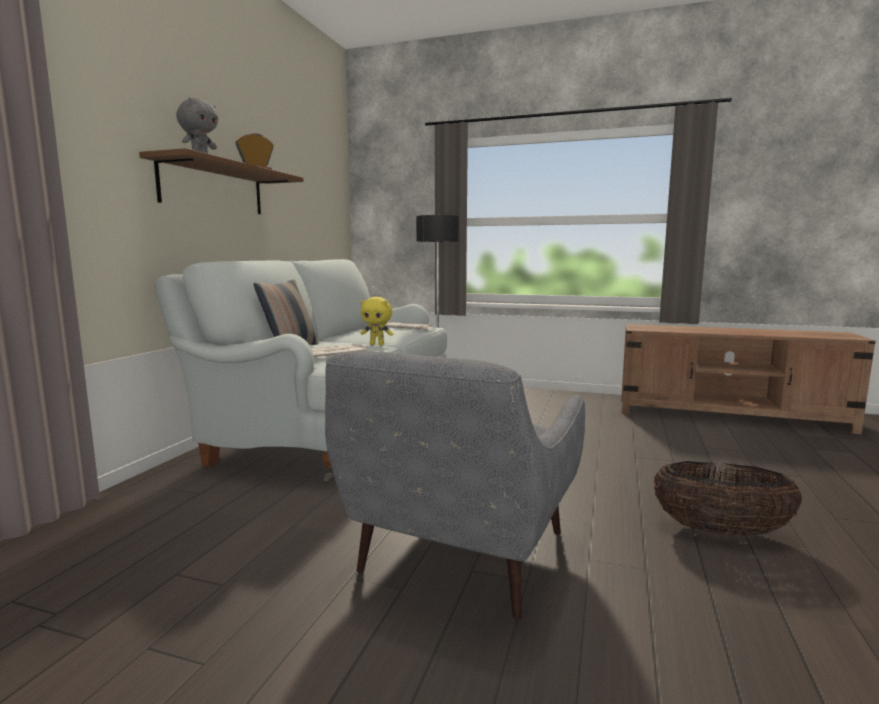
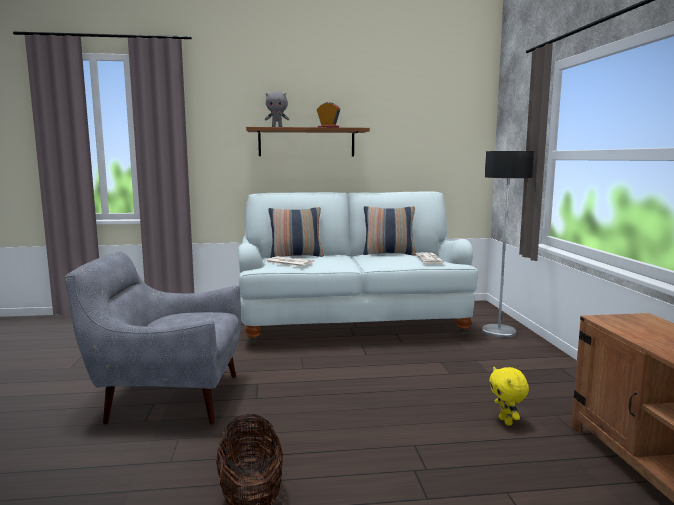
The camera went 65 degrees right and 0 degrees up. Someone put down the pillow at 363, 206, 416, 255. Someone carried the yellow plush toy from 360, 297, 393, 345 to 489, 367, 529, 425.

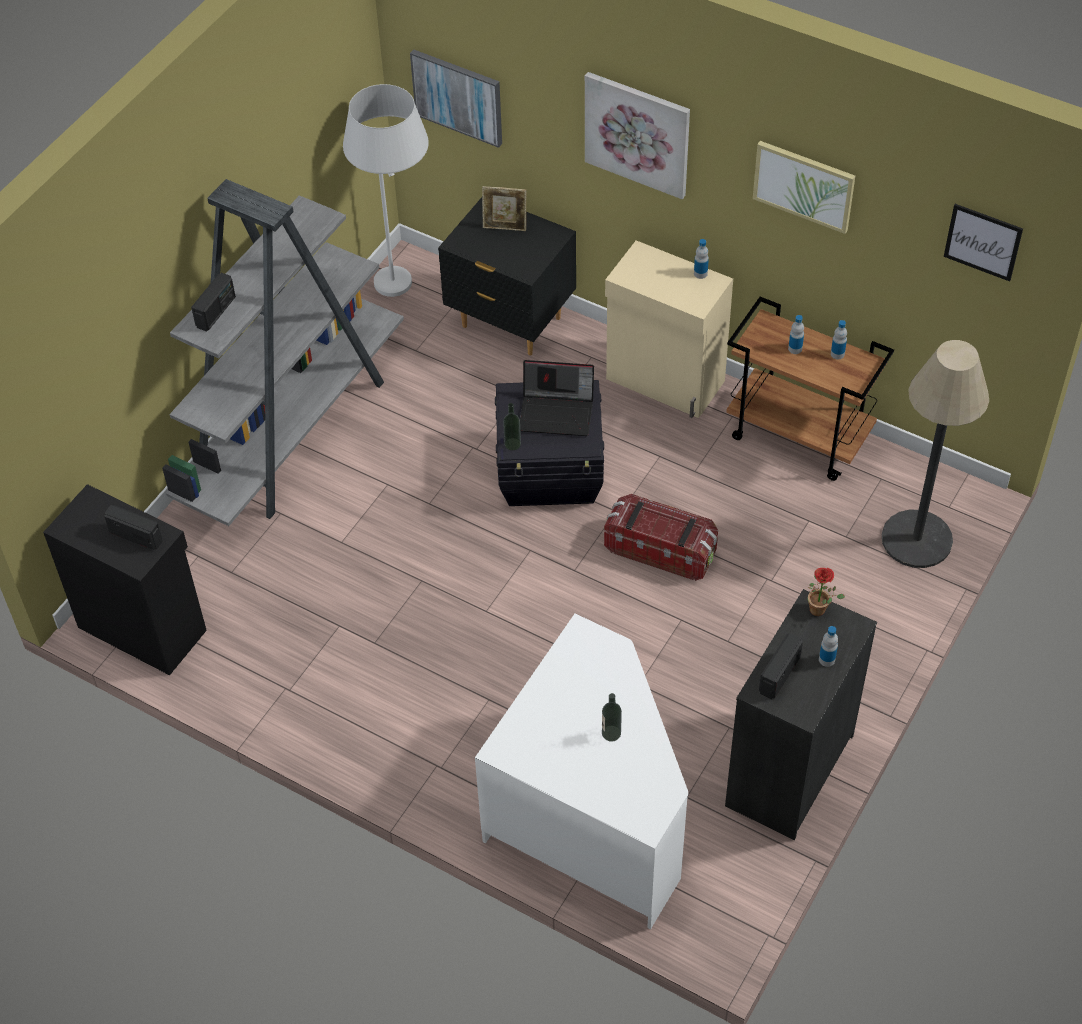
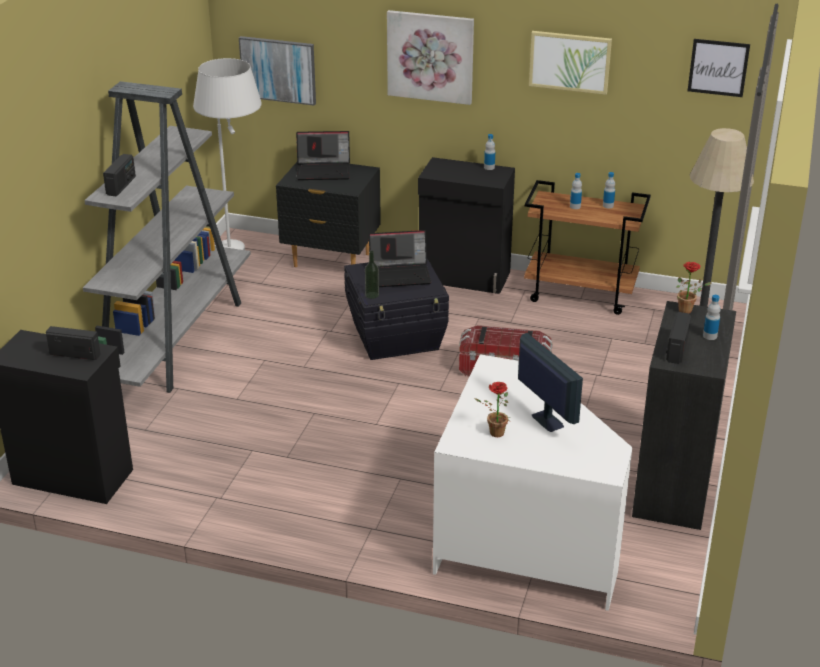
The camera went 15 degrees left and 20 degrees down. Someone put down the plant in a pot at 474, 382, 511, 437. Someone swapped the photo frame at 482, 186, 526, 231 for the notebook computer at 296, 131, 350, 180. Someone swapped the drink bottle at 602, 693, 622, 742 for the monitor at 518, 333, 583, 432. Someone repainted the beige-coloured cabinet at 605, 240, 733, 418, which became the black cabinet at 418, 157, 515, 294.

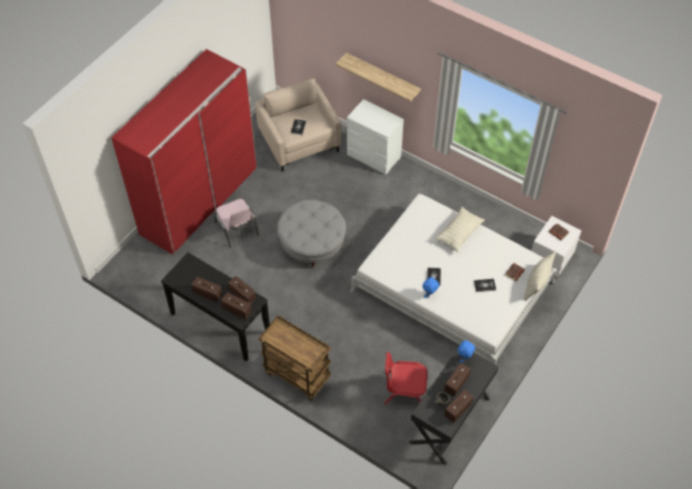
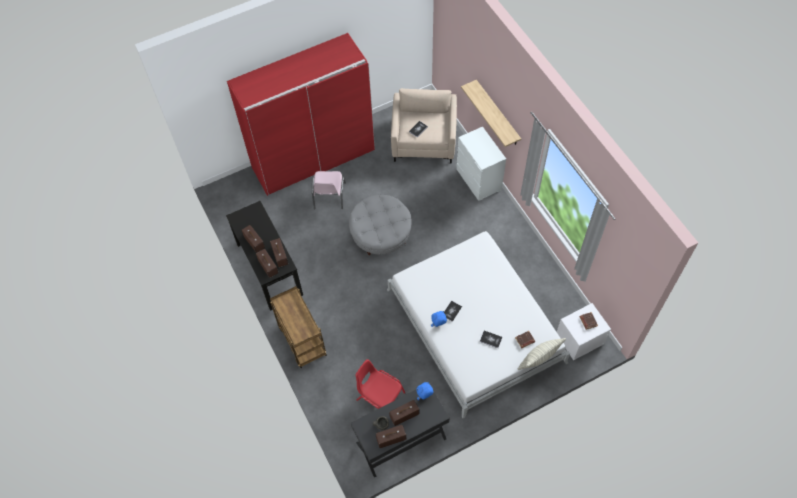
The camera went 30 degrees right and 5 degrees up. Someone took away the pillow at 434, 207, 484, 252.

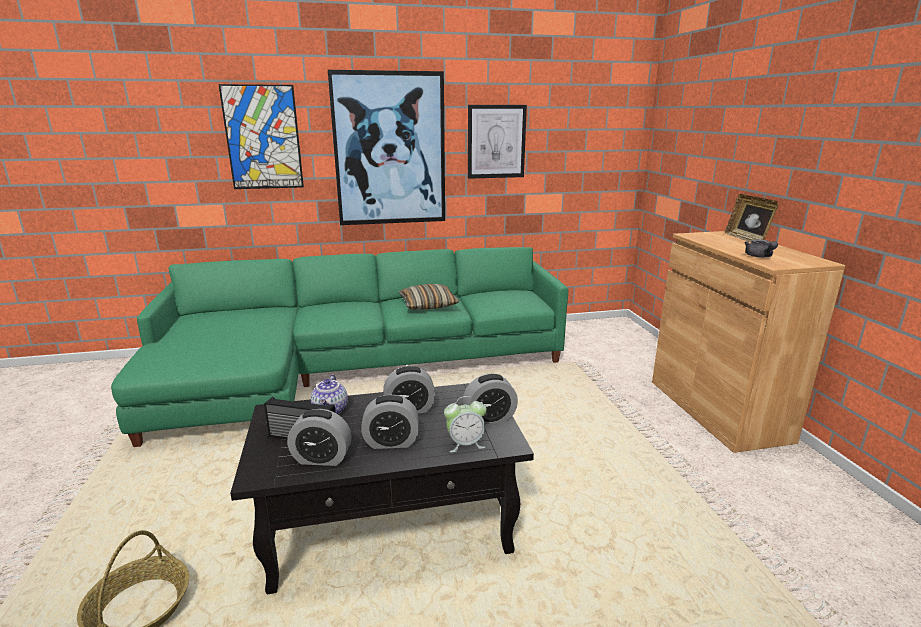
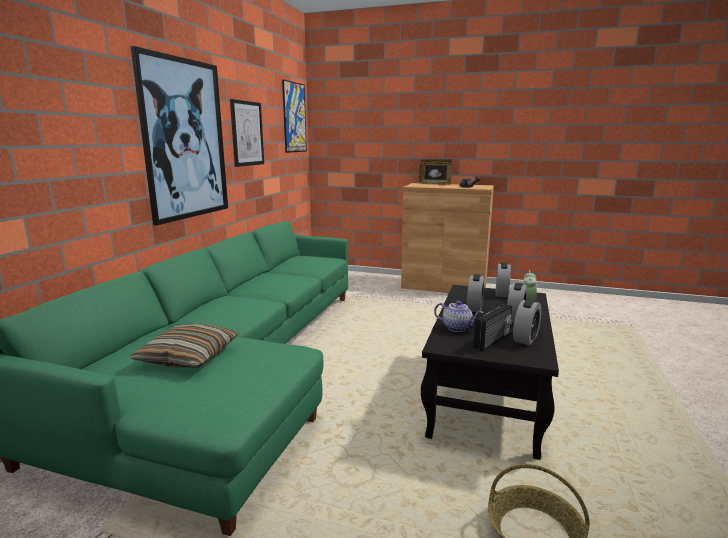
The camera went 60 degrees left and 5 degrees down. Someone carried the picture from 218, 84, 304, 189 to 282, 79, 307, 153. Someone carried the pillow from 398, 284, 459, 310 to 130, 323, 239, 368.

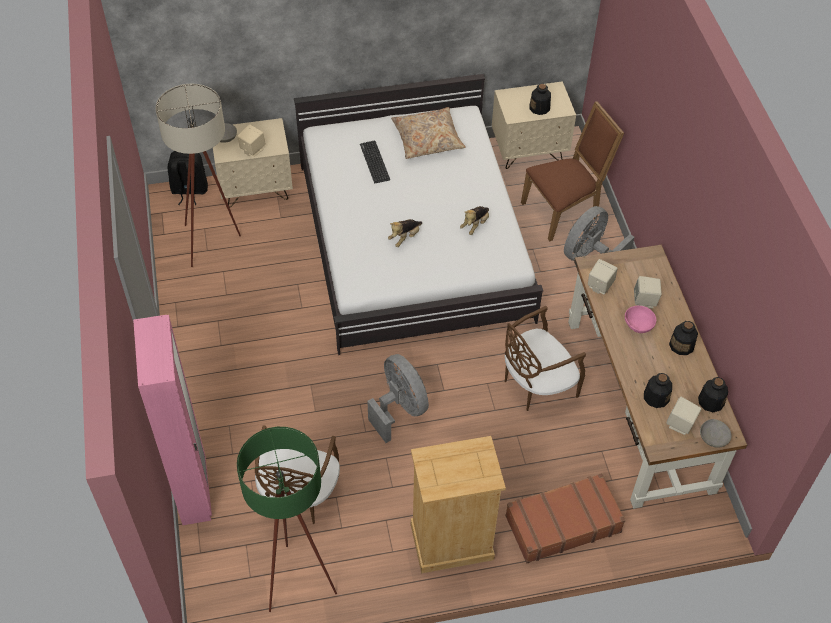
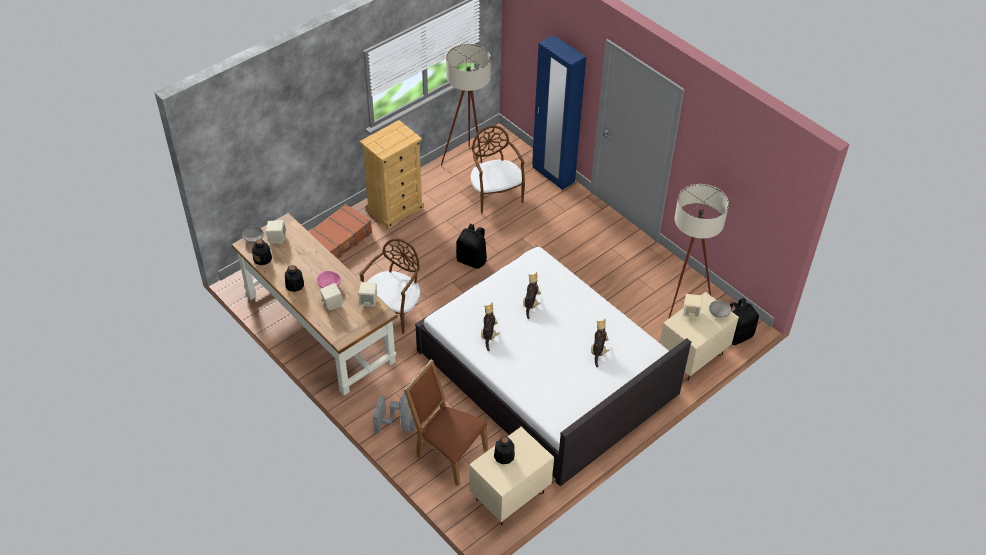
The camera went 150 degrees right and 5 degrees down. Someone took away the beige-coloured pillow at 391, 107, 466, 159. Someone took away the drink bottle at 644, 373, 672, 408. Someone swapped the PC keyboard at 360, 141, 390, 183 for the plush toy at 591, 319, 609, 368. Someone swapped the grey fan at 367, 354, 429, 443 for the black backpack at 456, 224, 487, 269. Someone repainted the pinkish wardrobe at 133, 315, 212, 525, which became the bluish wardrobe at 532, 35, 586, 190. Someone repainted the green-coloured standard lamp at 237, 427, 337, 612, which became the beige-coloured standard lamp at 441, 44, 491, 166. Someone rotated the brown-coloured plain chair at 521, 101, 624, 241 by 90 degrees clockwise.

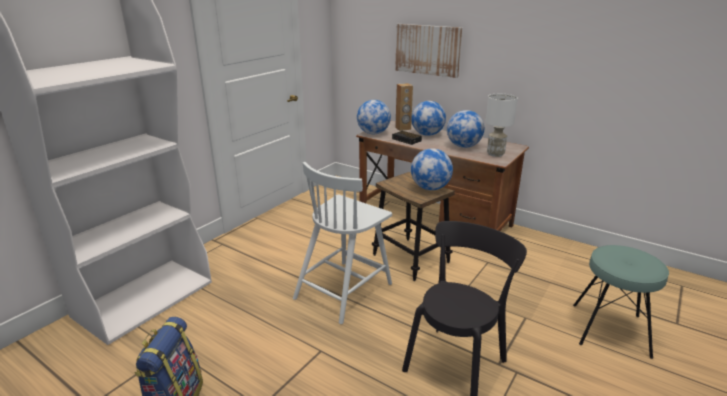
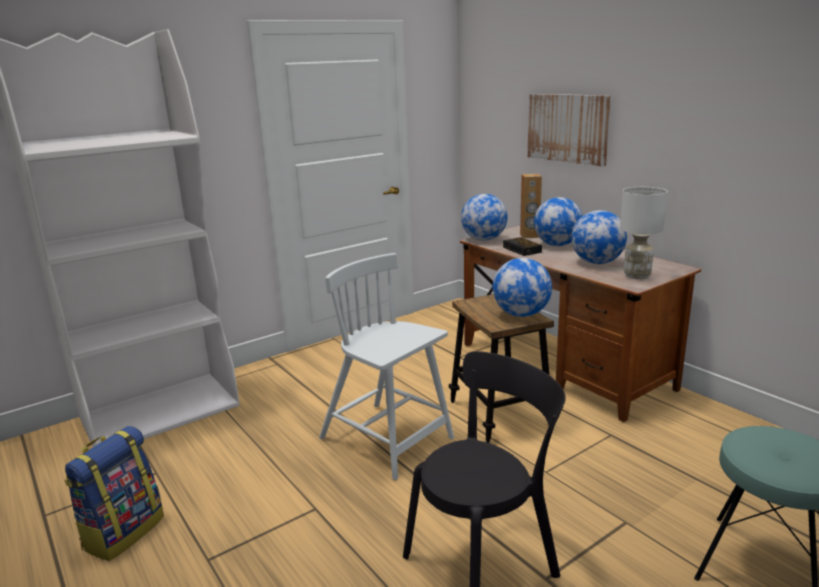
The camera went 20 degrees right and 5 degrees down. Someone rotated the white-coloured plain chair at 293, 162, 392, 324 by 75 degrees clockwise.

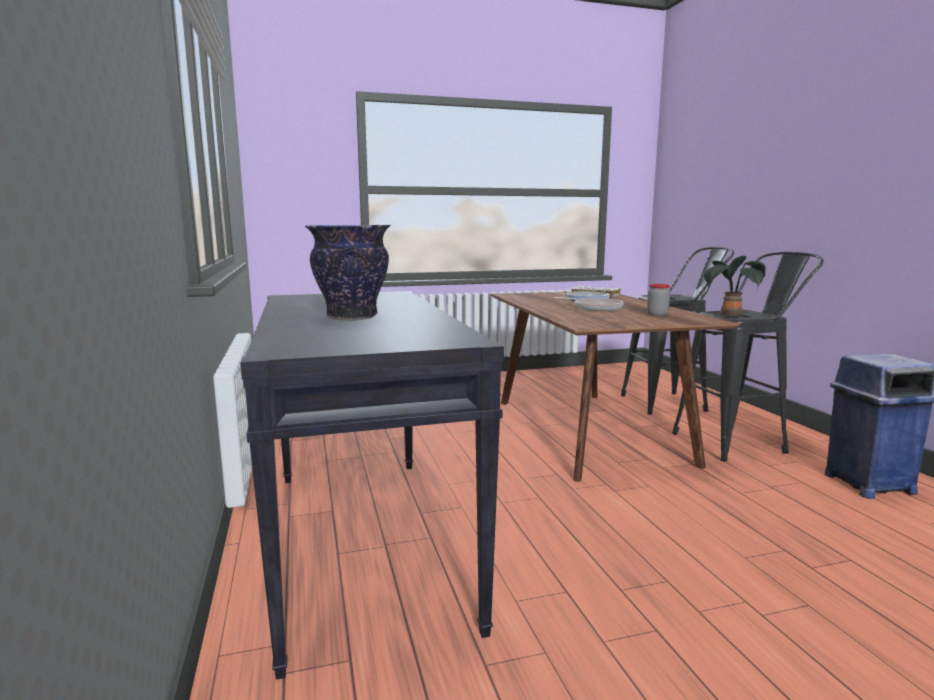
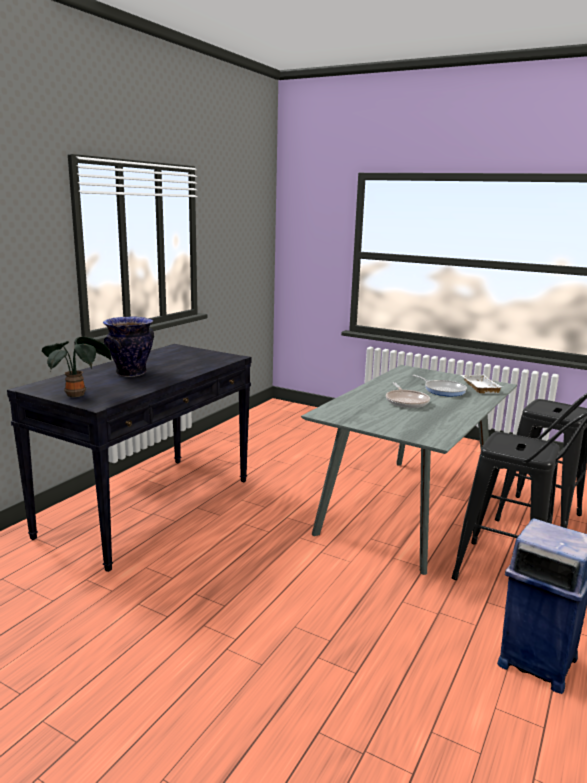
The camera went 45 degrees right and 5 degrees up. Someone took away the storage jar at 647, 284, 670, 316. Someone carried the plant in a pot from 704, 256, 766, 316 to 42, 337, 112, 397. Someone repainted the brown-coloured dinner table at 491, 291, 740, 482, which became the grey dinner table at 301, 365, 517, 575.

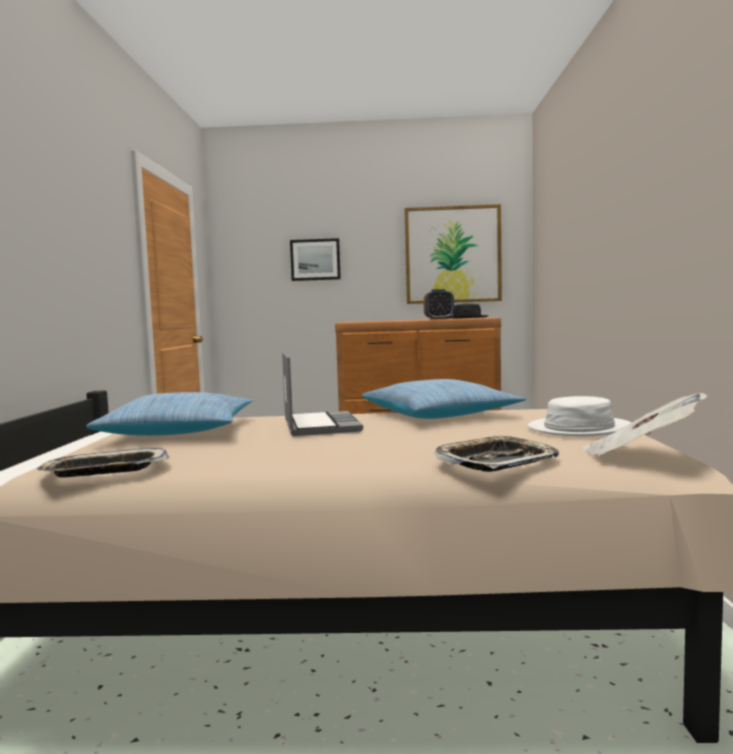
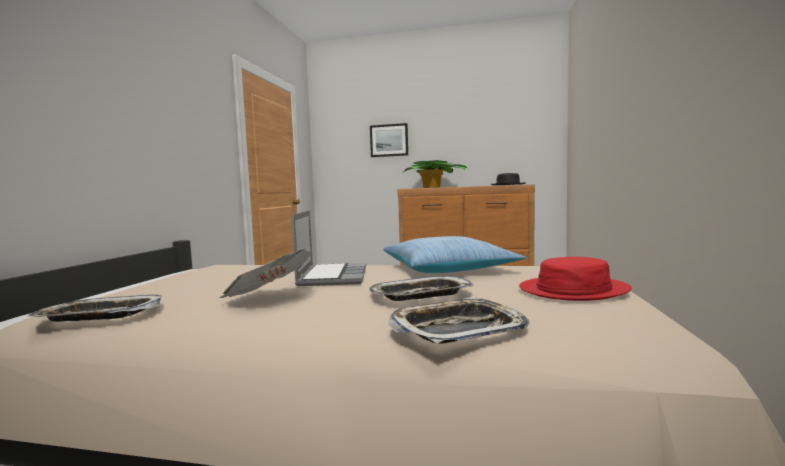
The camera went 10 degrees right and 0 degrees up. Someone took away the pillow at 86, 392, 253, 436. Someone took away the picture at 405, 204, 502, 304. Someone took away the bedside clock at 423, 289, 454, 320. Someone put down the serving tray at 370, 276, 473, 301. Someone put down the plant in a pot at 402, 160, 467, 188. Someone carried the printed paper from 581, 393, 707, 456 to 220, 249, 312, 298. Someone repainted the white-coloured clothing hat at 528, 396, 631, 436, which became the red clothing hat at 519, 257, 632, 301.

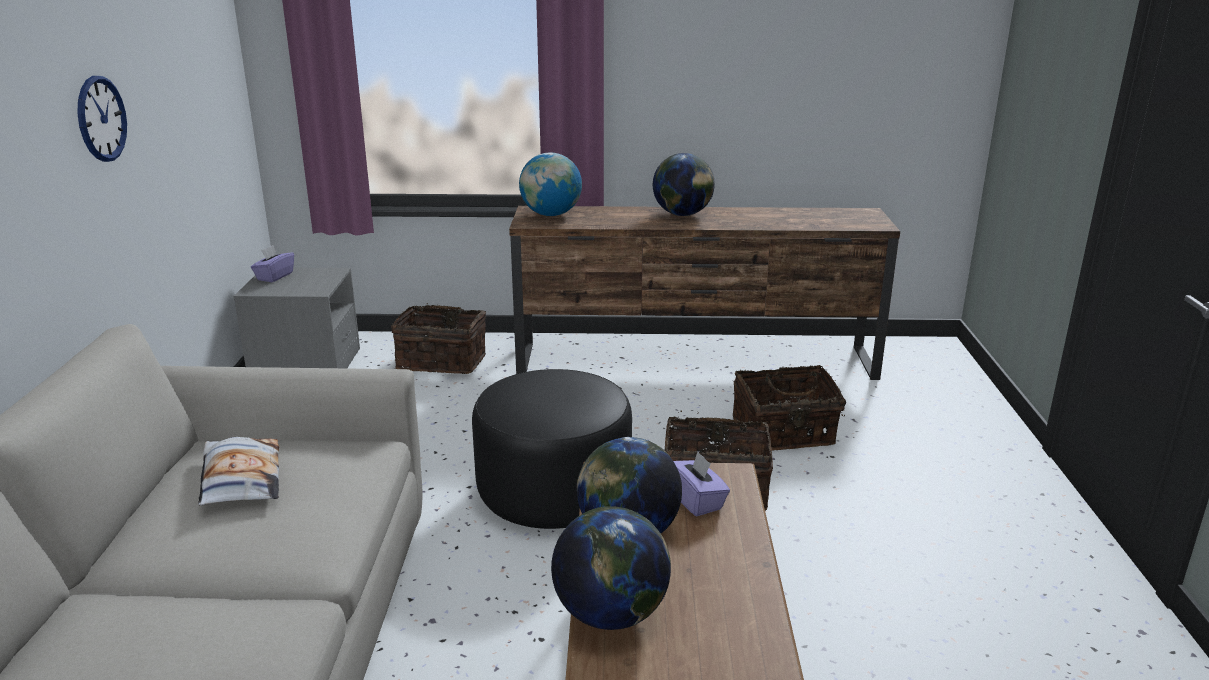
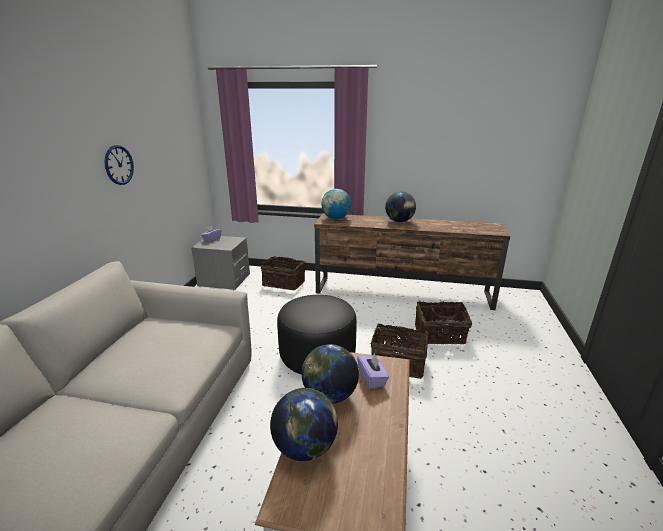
The camera went 10 degrees right and 0 degrees up. Someone took away the pillow at 198, 437, 279, 505.

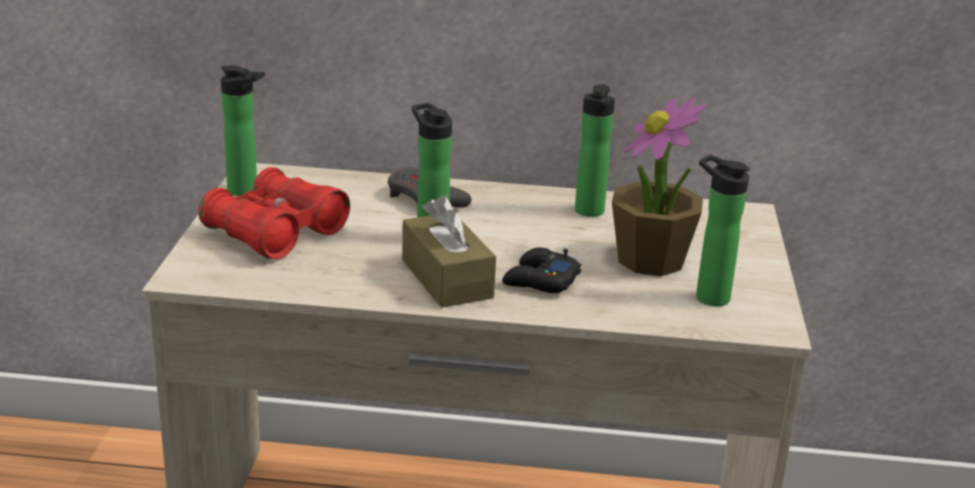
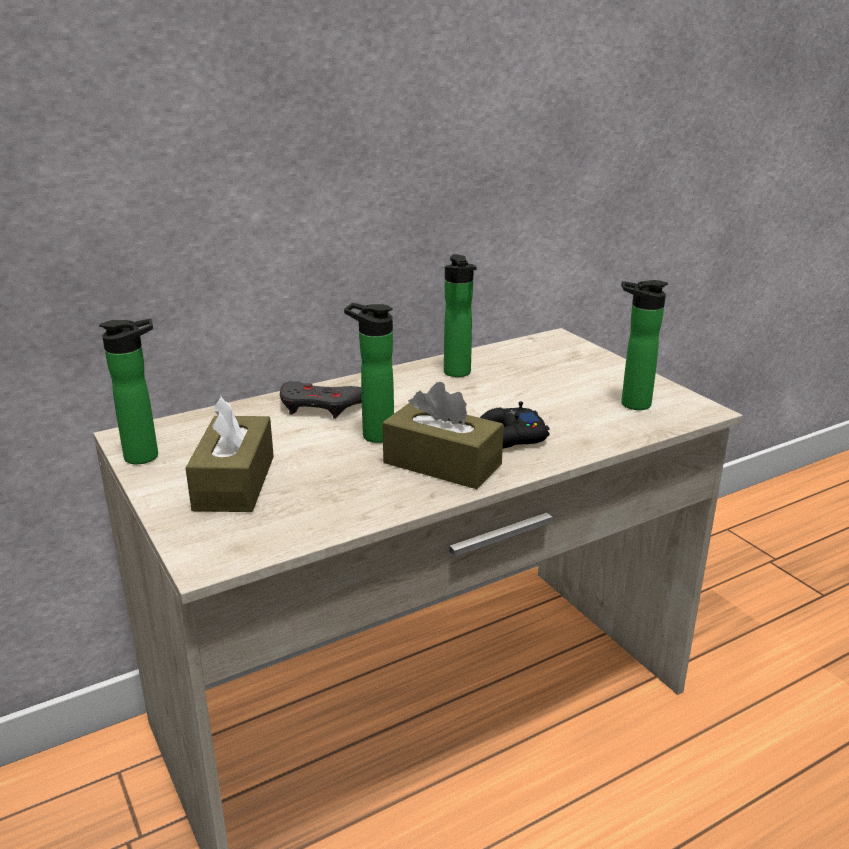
The camera went 35 degrees left and 0 degrees up. Someone took away the plant in a pot at 612, 97, 706, 276. Someone swapped the red binoculars at 198, 167, 350, 260 for the brown-coloured tissue box at 186, 396, 274, 512.

